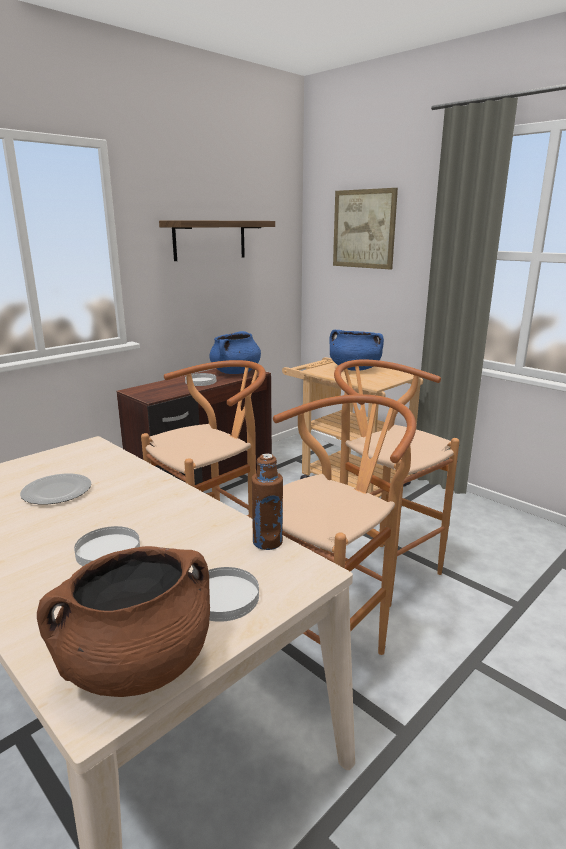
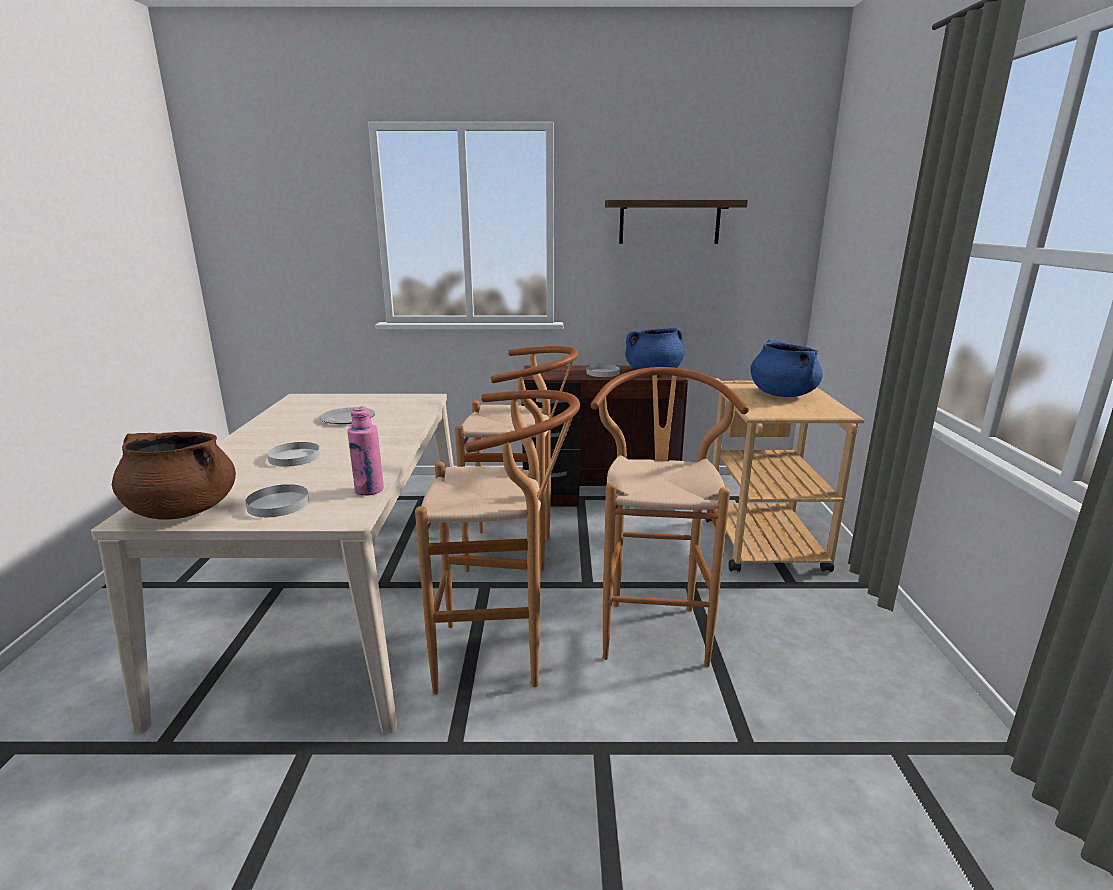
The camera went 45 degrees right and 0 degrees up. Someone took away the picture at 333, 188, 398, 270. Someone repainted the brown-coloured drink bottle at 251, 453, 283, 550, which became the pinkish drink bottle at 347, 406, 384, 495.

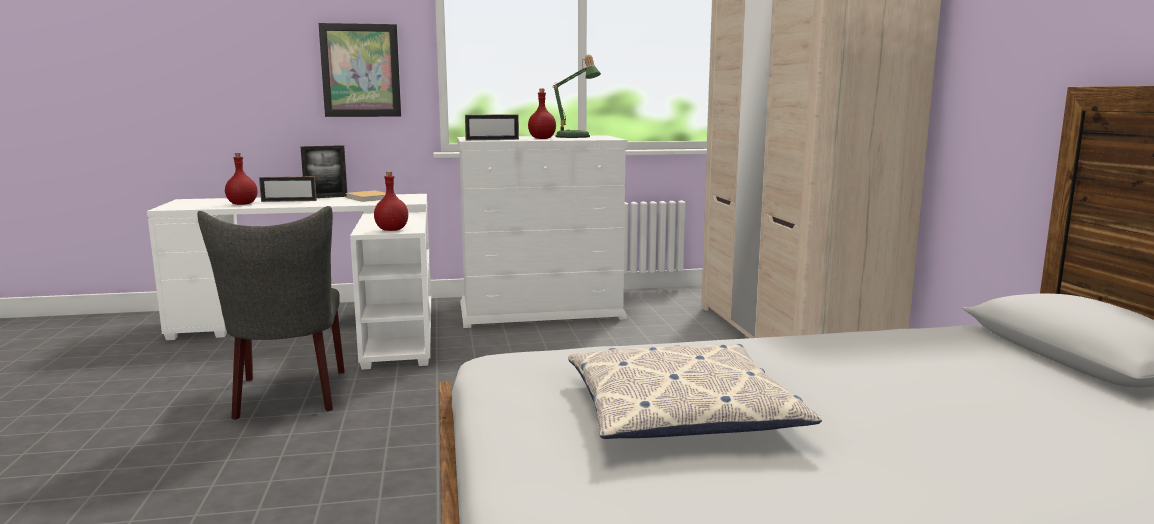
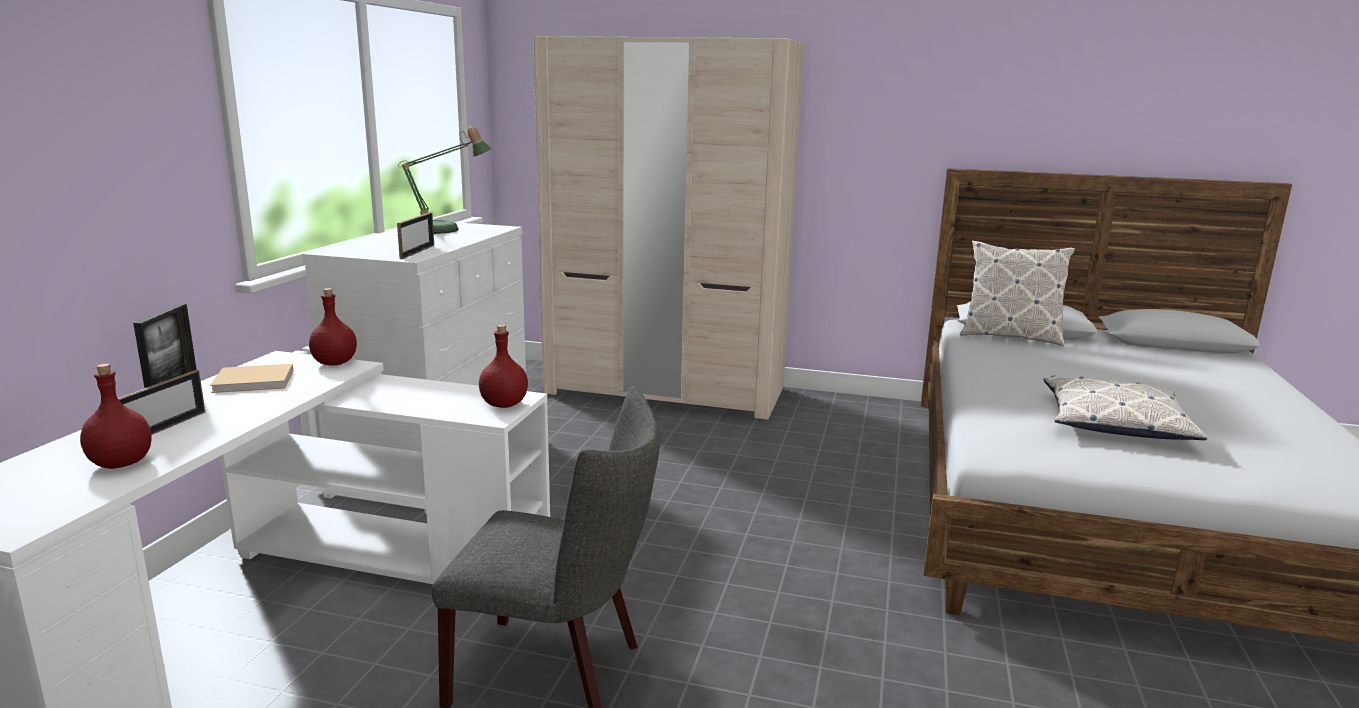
The camera went 65 degrees left and 5 degrees up. Someone took away the picture at 319, 23, 401, 117. Someone put down the pillow at 960, 241, 1075, 346. Someone carried the red drink bottle from 528, 89, 556, 139 to 309, 288, 357, 365.

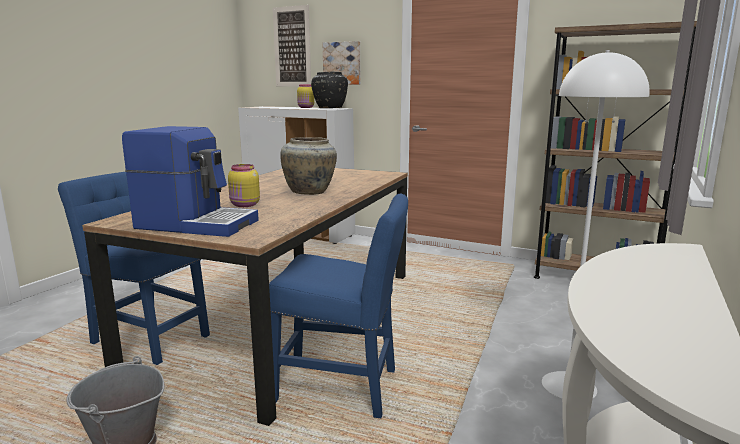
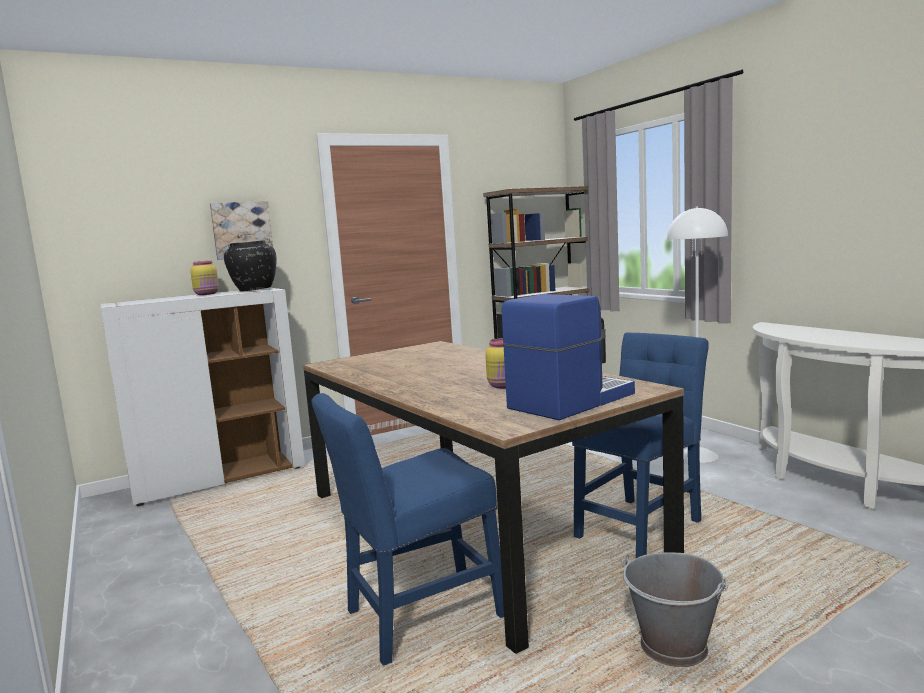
The camera went 55 degrees left and 5 degrees down. Someone took away the picture at 273, 5, 311, 86. Someone took away the beige-coloured decorative vase at 280, 137, 337, 195.

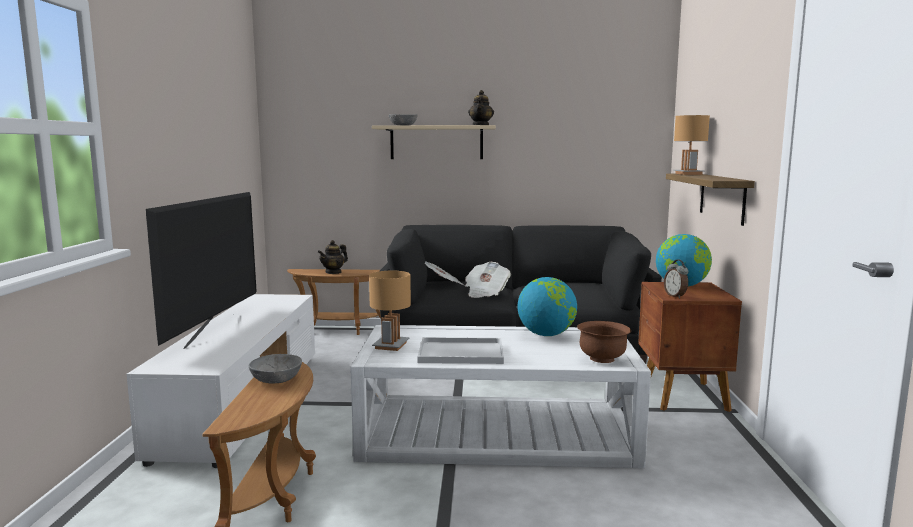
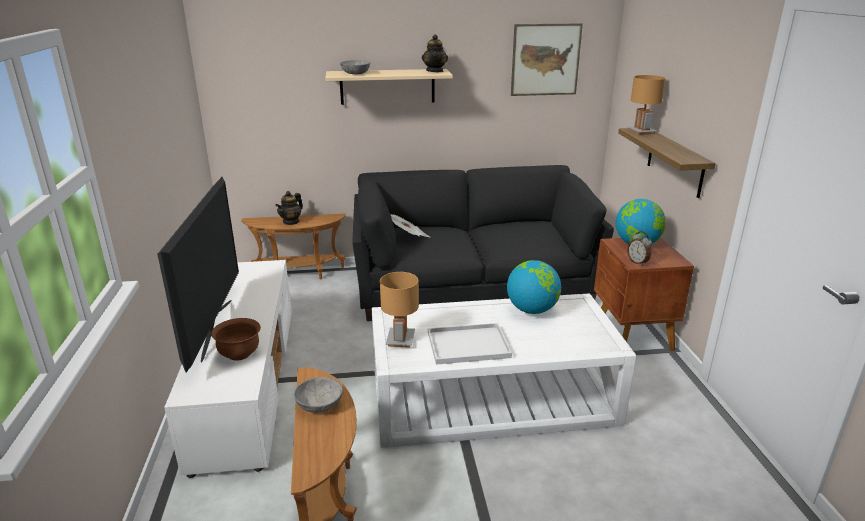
The camera went 10 degrees left and 15 degrees up. Someone took away the printed paper at 465, 262, 511, 298. Someone put up the picture at 511, 24, 583, 96. Someone carried the brown-coloured serving bowl from 577, 321, 631, 363 to 211, 318, 261, 361.

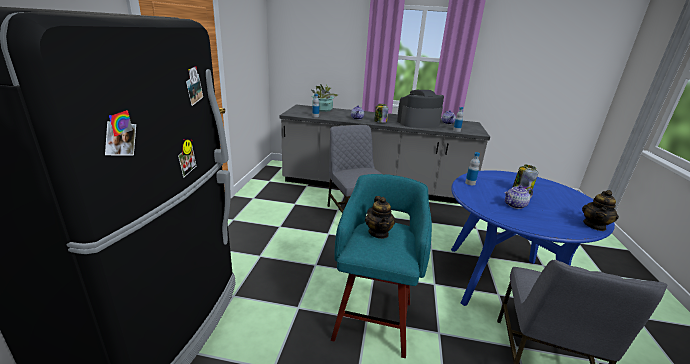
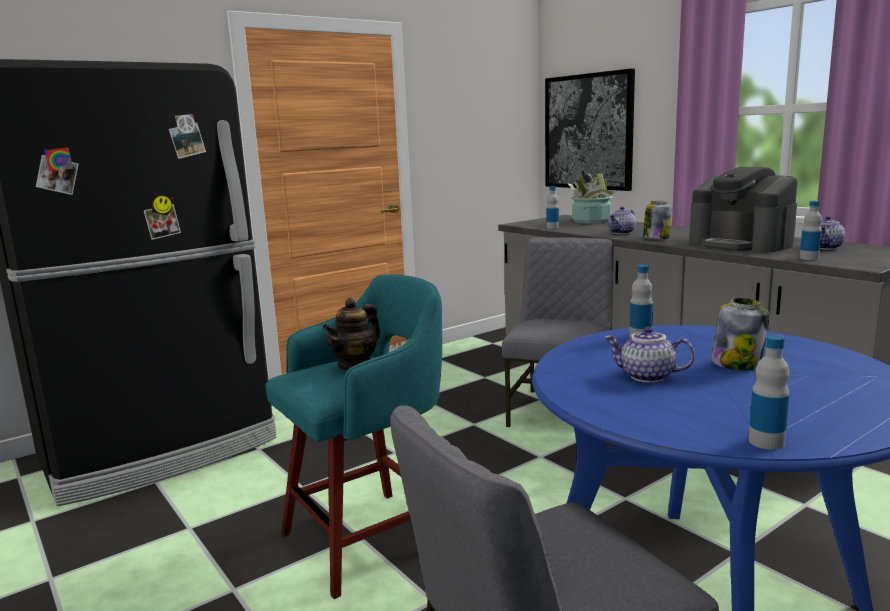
The camera went 45 degrees right and 10 degrees down. Someone put up the picture at 545, 68, 635, 191. Someone swapped the tea pot at 582, 190, 619, 231 for the drink bottle at 748, 335, 790, 450. Someone rotated the coffee brewer at 397, 90, 444, 128 by 150 degrees counterclockwise.

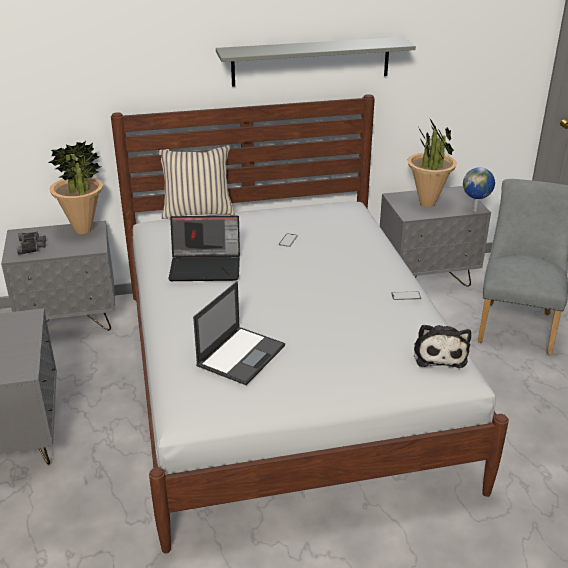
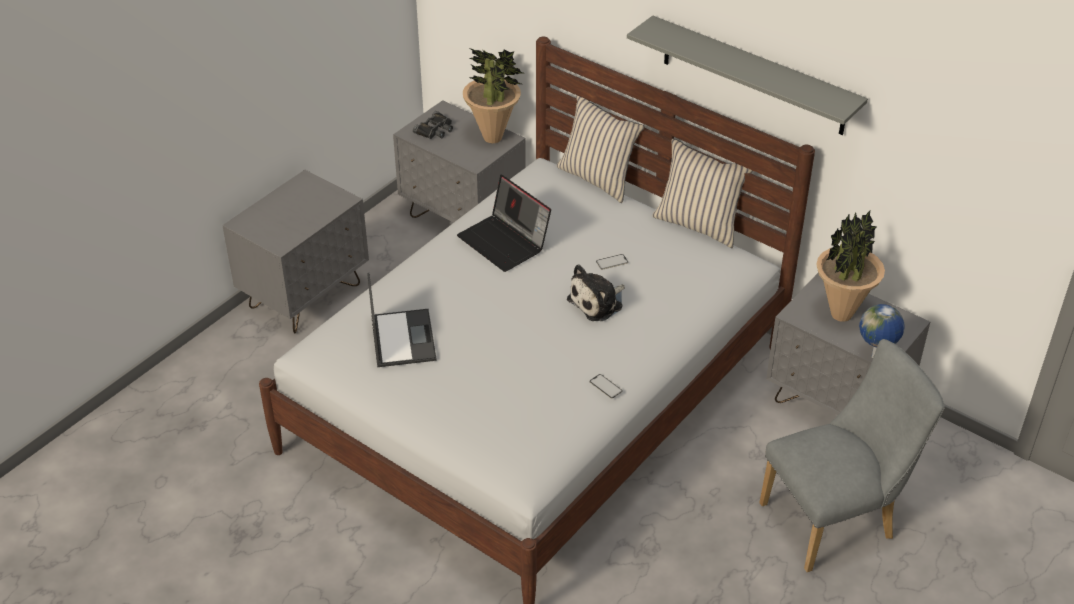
The camera went 50 degrees right and 10 degrees up. Someone put down the beige-coloured pillow at 653, 139, 753, 248. Someone carried the plush toy from 414, 324, 471, 368 to 567, 264, 625, 321. Someone rotated the notebook computer at 193, 281, 285, 385 by 90 degrees counterclockwise.

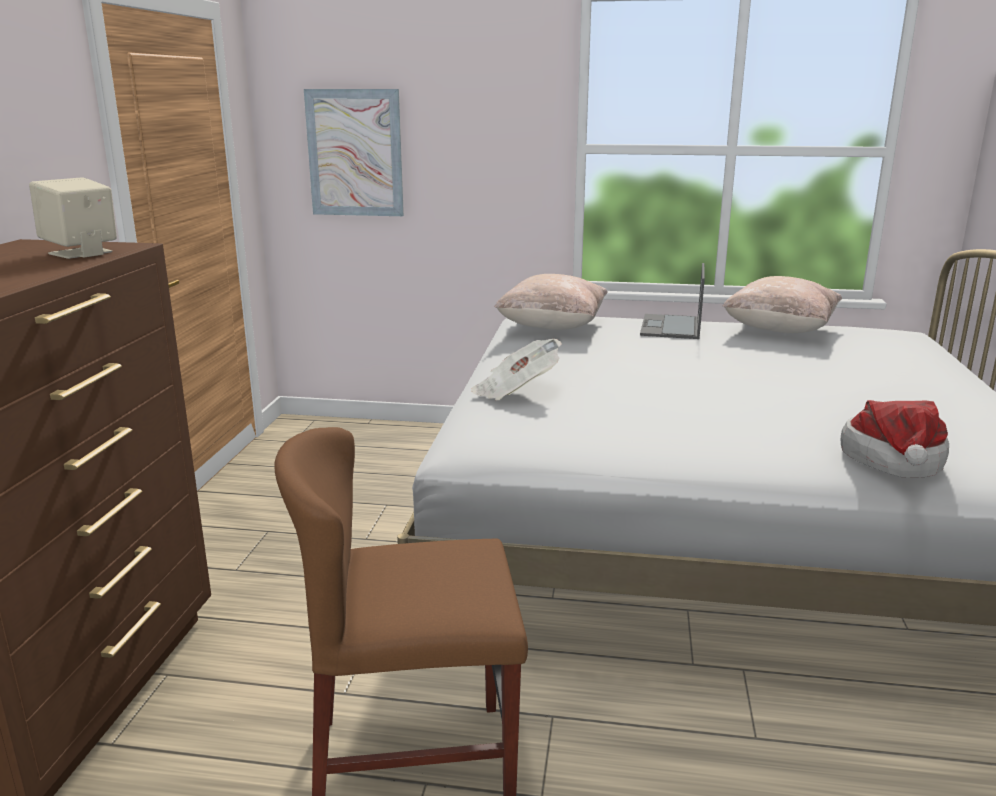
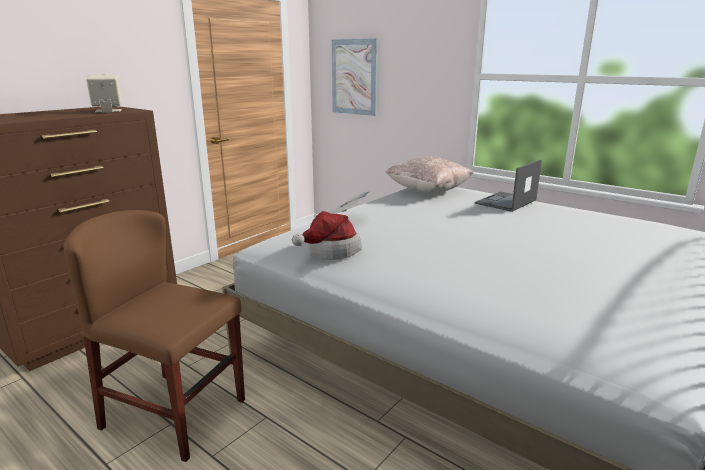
The camera went 30 degrees right and 0 degrees up. Someone took away the beige-coloured pillow at 722, 276, 842, 333. Someone carried the clothing hat from 841, 400, 949, 477 to 292, 211, 362, 260.

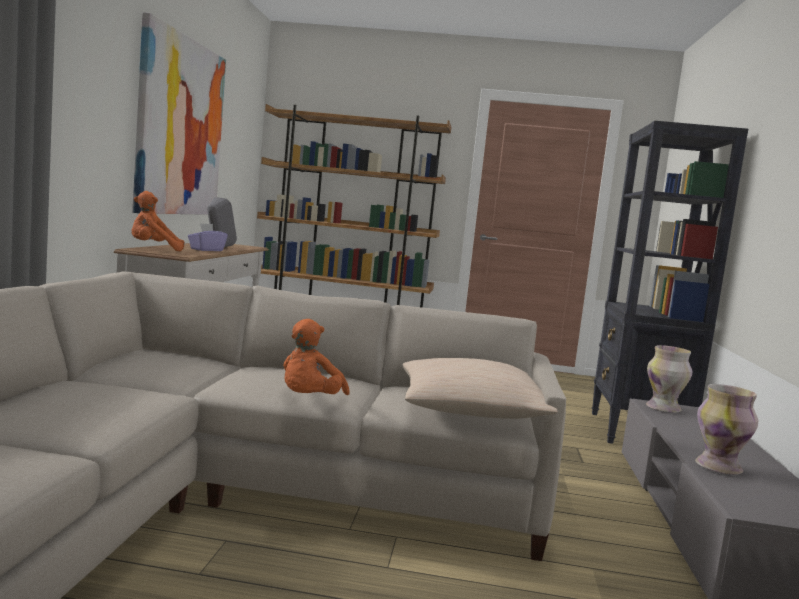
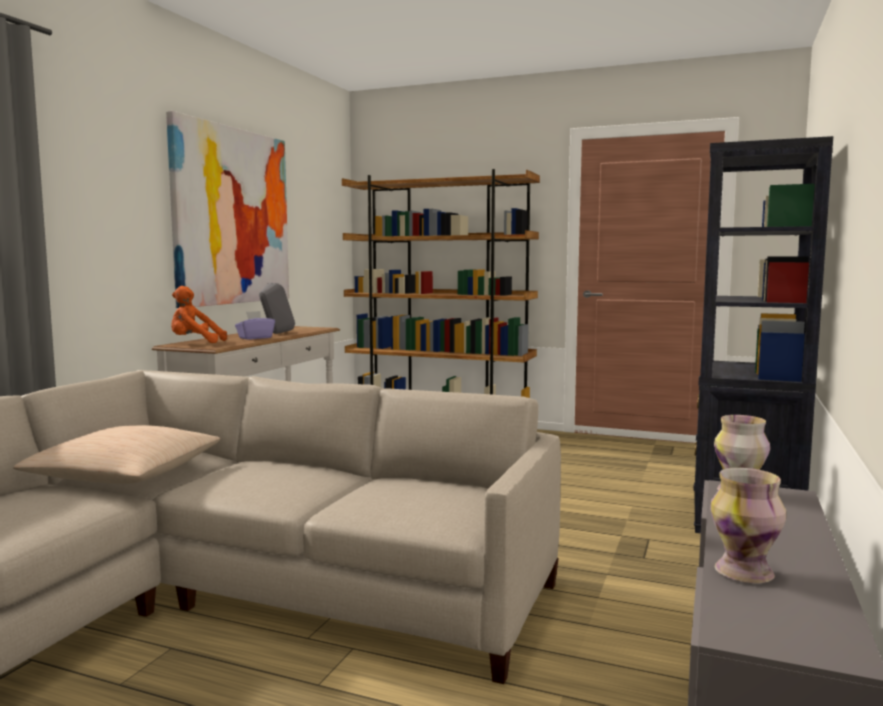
The camera went 15 degrees right and 0 degrees up. Someone took away the orangey plush toy at 283, 319, 349, 395. Someone carried the beige-coloured pillow from 403, 358, 558, 419 to 13, 425, 221, 484.

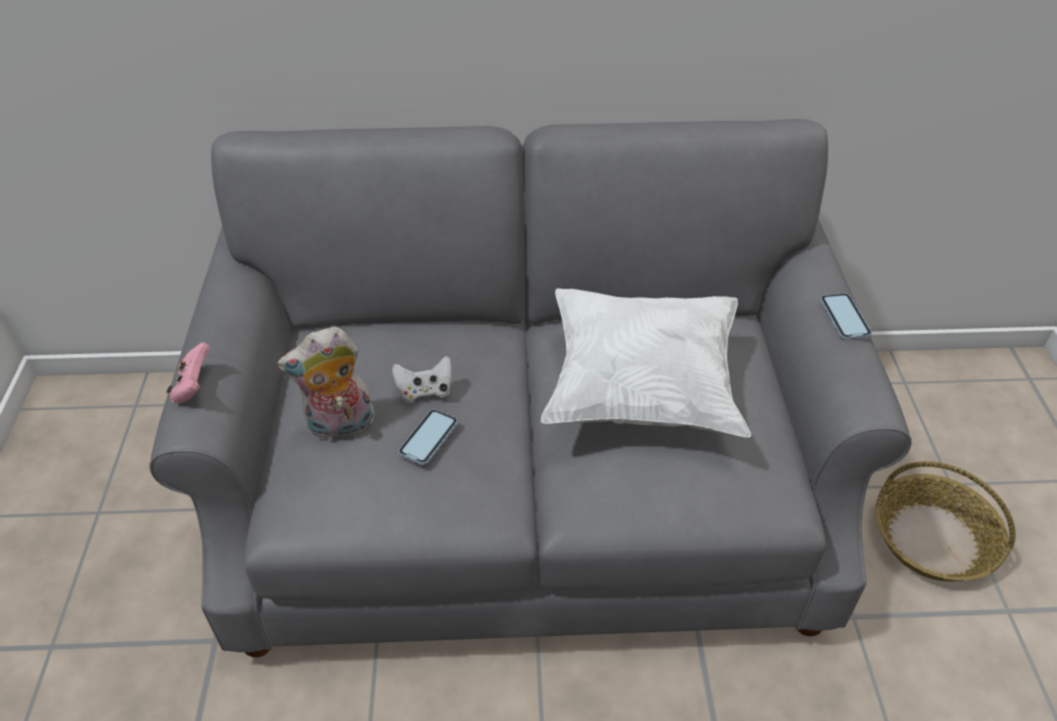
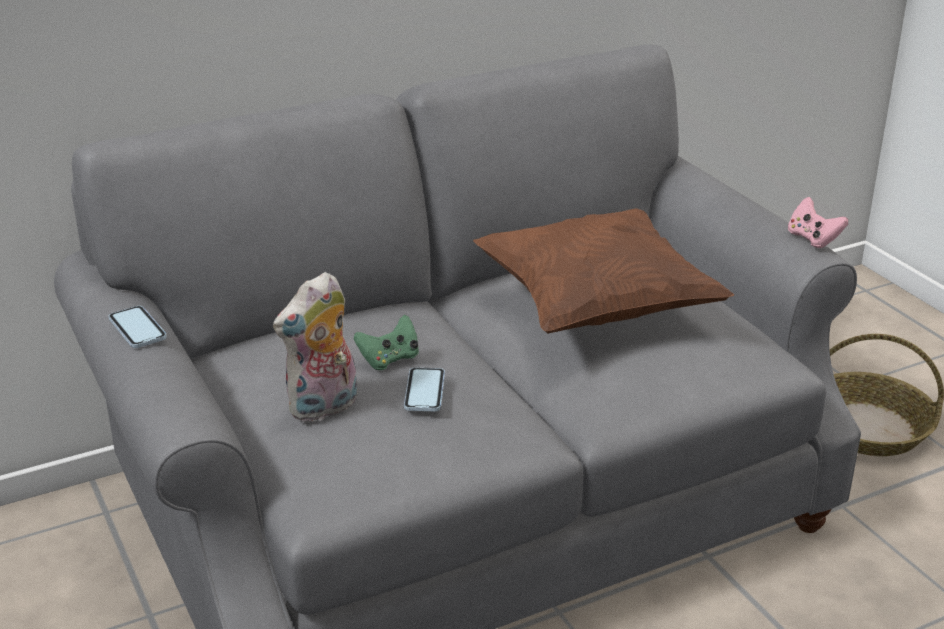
The camera went 25 degrees left and 15 degrees down. Someone carried the pinkish gamepad from 167, 343, 210, 403 to 788, 197, 848, 248. Someone carried the handset from 820, 293, 872, 340 to 108, 306, 167, 348. Someone repainted the white-coloured gamepad at 392, 356, 452, 402, which became the green-coloured gamepad at 354, 314, 419, 370. Someone repainted the white-coloured pillow at 541, 289, 751, 437, which became the brown-coloured pillow at 473, 208, 734, 334.

